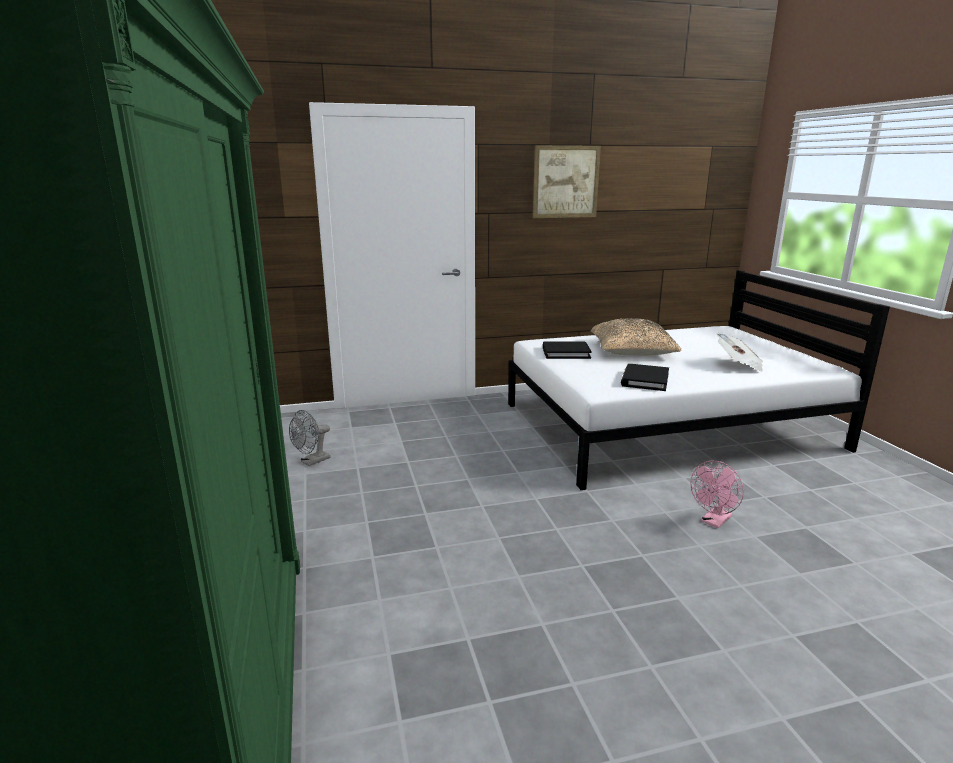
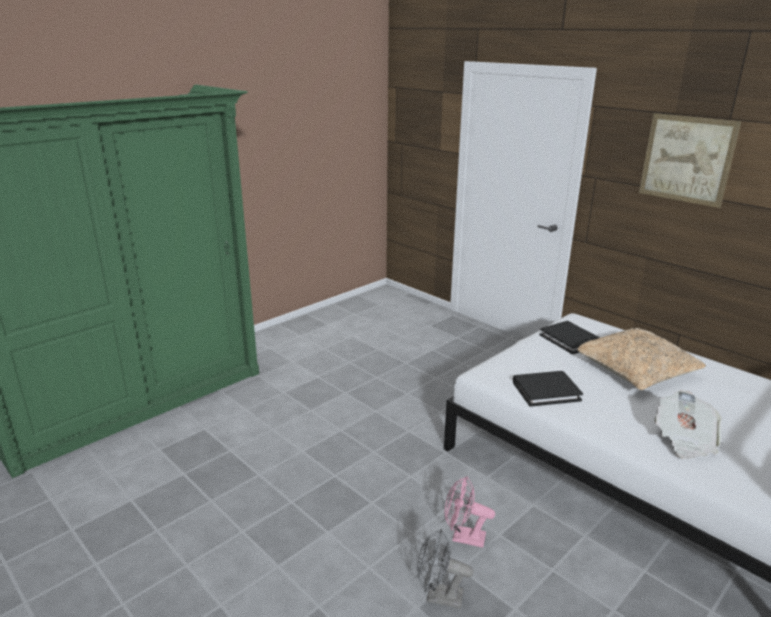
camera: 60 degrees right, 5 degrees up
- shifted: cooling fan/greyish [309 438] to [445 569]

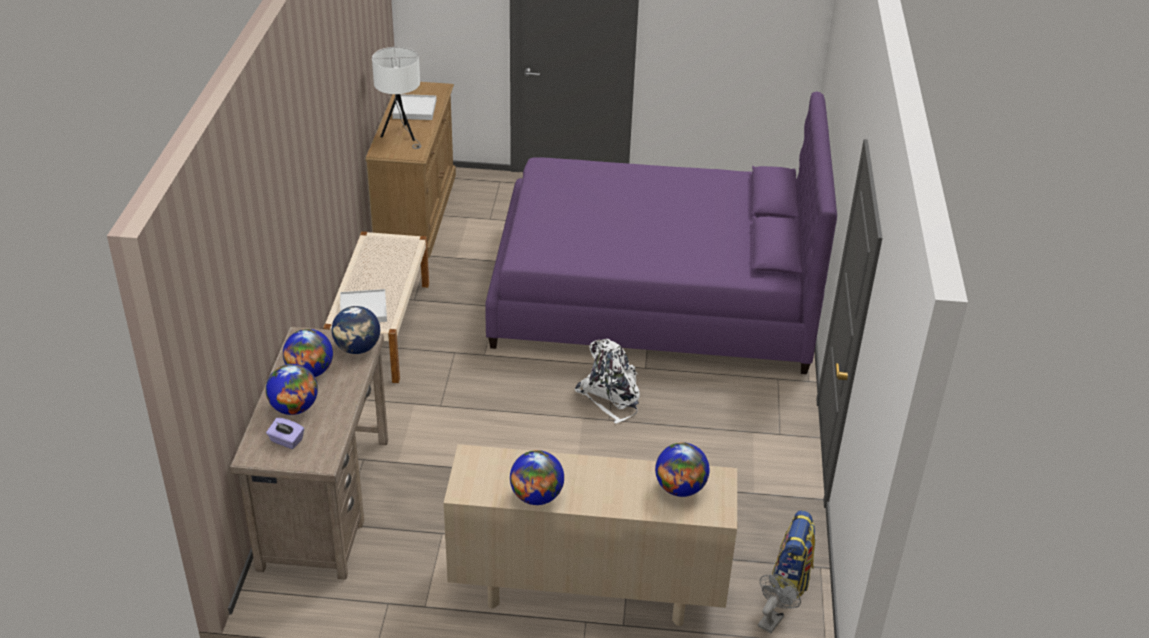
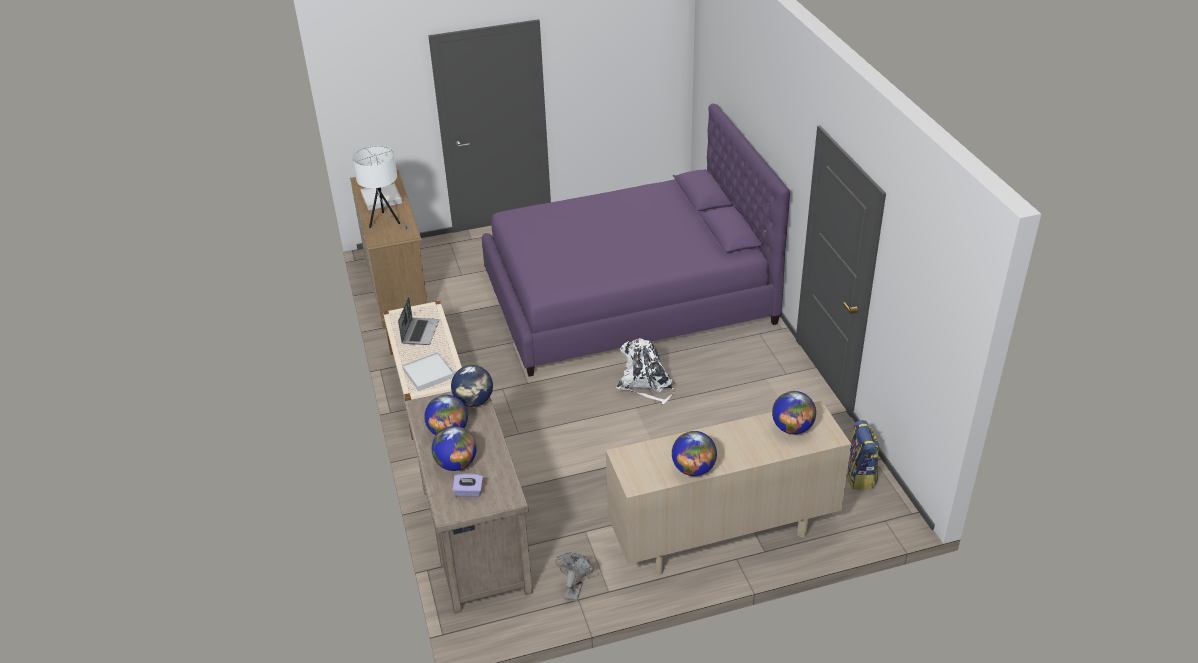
camera: 20 degrees left, 0 degrees up
- new: notebook computer [418 321]
- shifted: cooling fan/greyish [779 604] to [575 576]

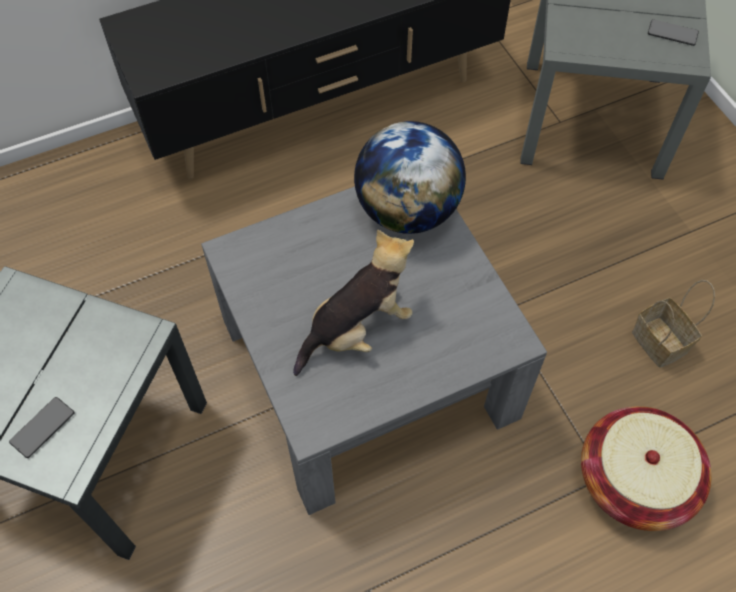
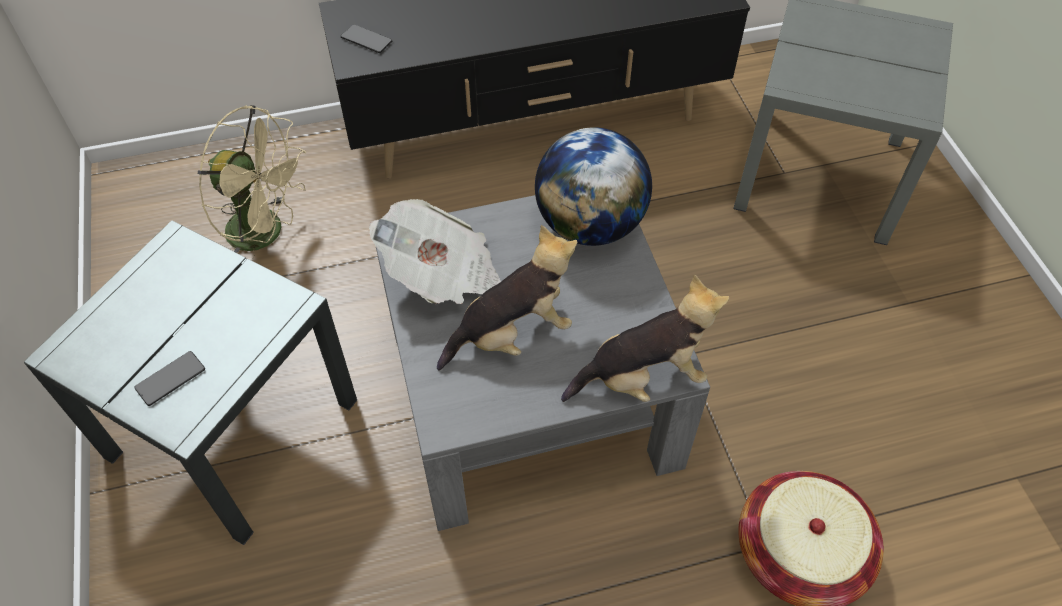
camera: 10 degrees right, 5 degrees down
- new: cooling fan/sand-coloured [252 181]
- shifted: phone [673 32] to [366 38]
- new: printed paper [435 251]
- new: plush toy [645 338]
- gone: basket [673 324]

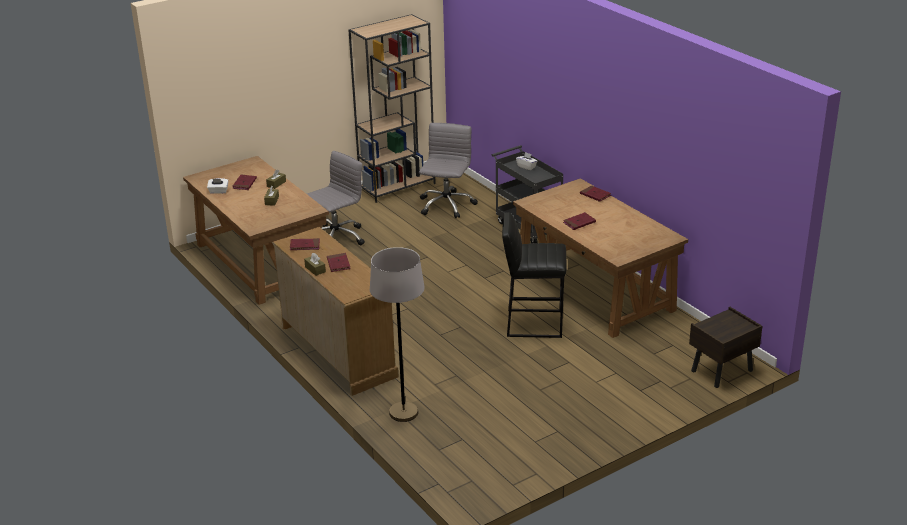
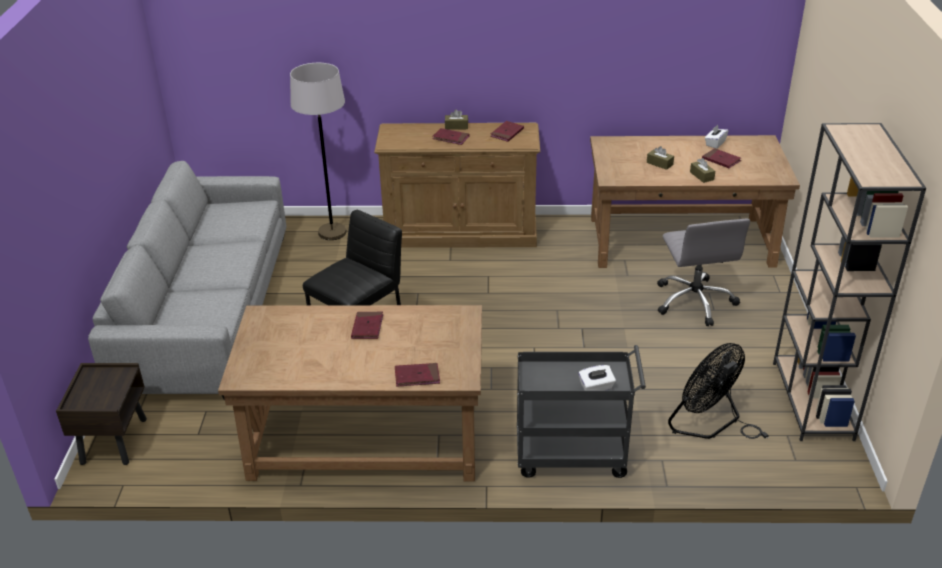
camera: 125 degrees right, 5 degrees up
- new: settee/greyish [187 280]
- swapped: office chair/greyish [448 170] to cooling fan/black [718 391]

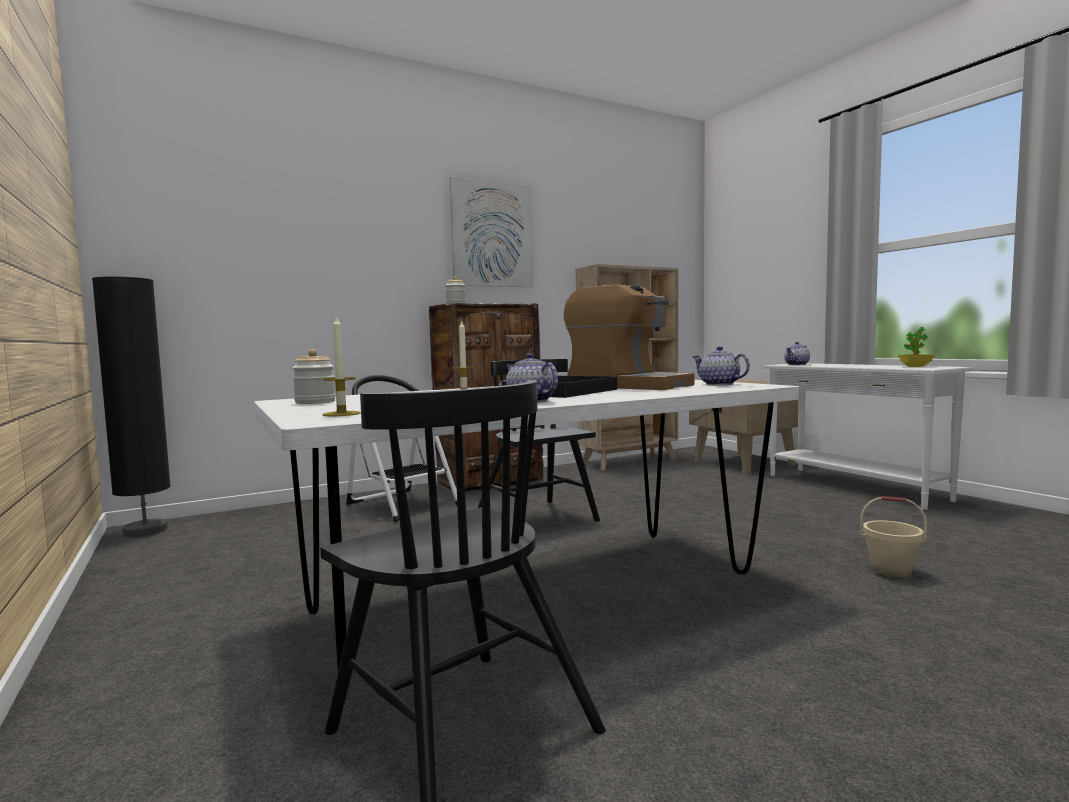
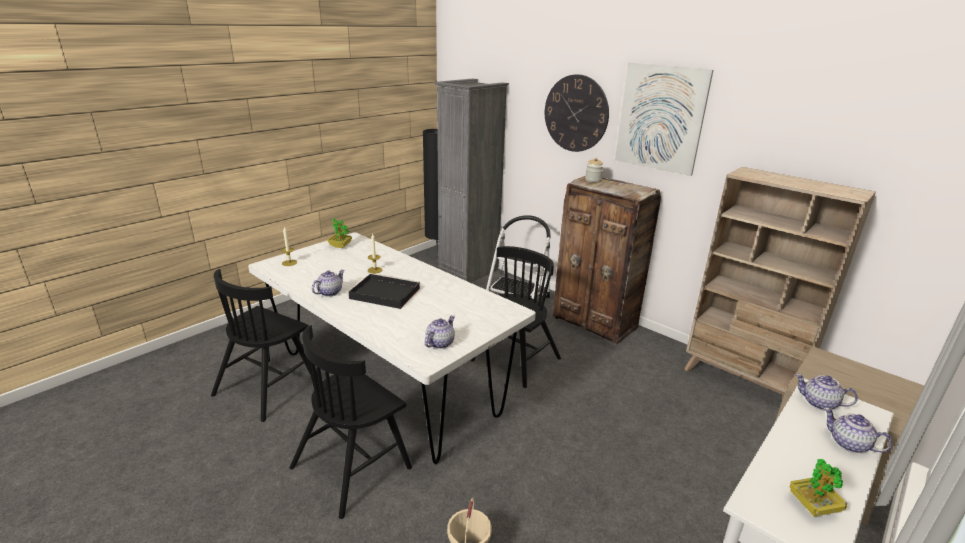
camera: 70 degrees right, 20 degrees up
- new: upright chair/black [350 422]
- swapped: jar [314 376] to plant in a pot [340 233]
- new: storage cabinet/greyish [471 181]
- new: hanging clock [577 113]
- new: pot for tea [858 430]
- gone: coffee maker [629 337]

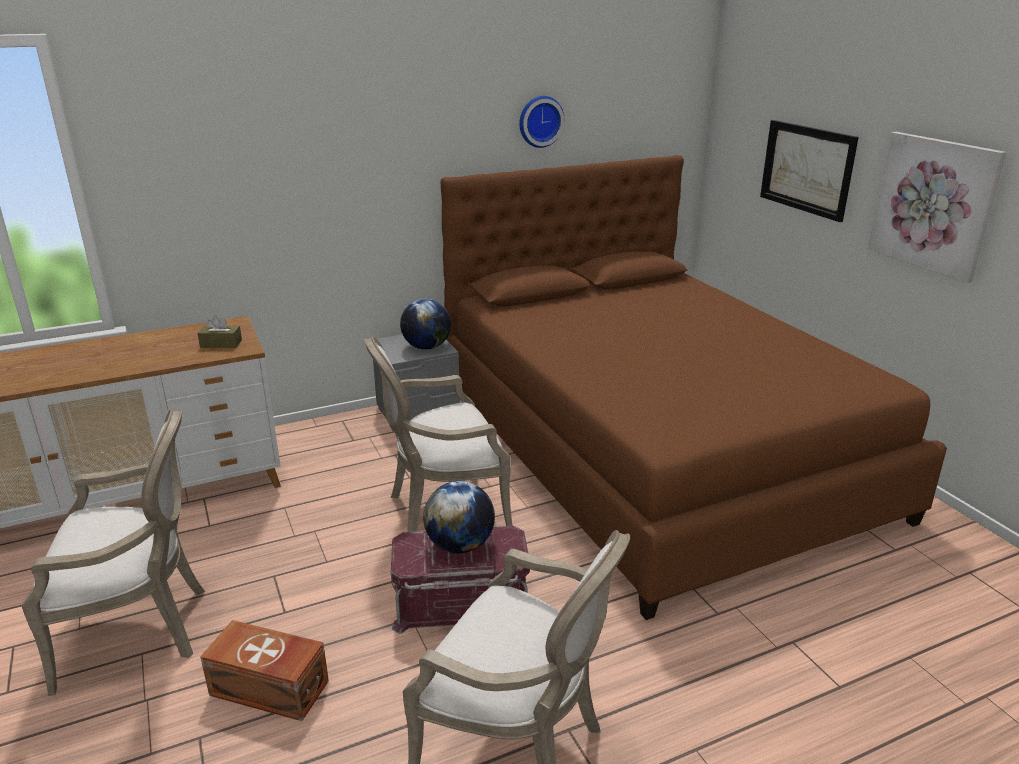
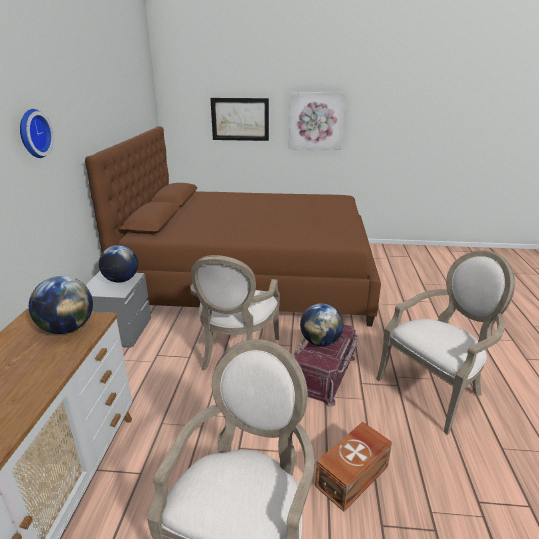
camera: 60 degrees left, 0 degrees up
- shifted: hanging clock [541 122] to [37 133]
- swapped: tissue box/brown-coloured [219 331] to world globe [61 305]

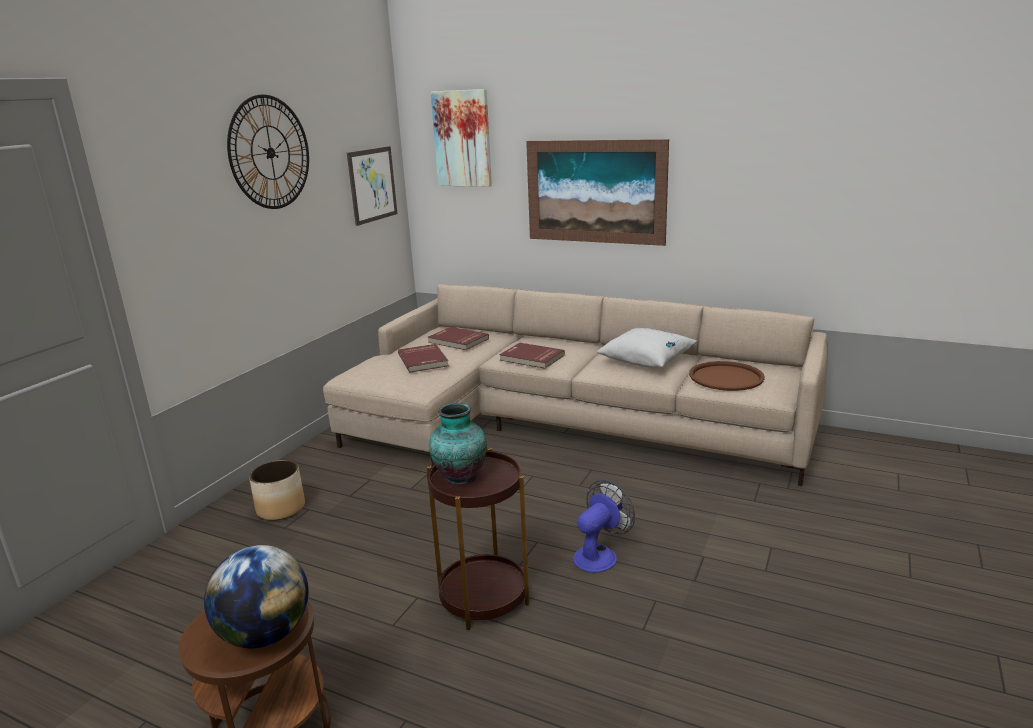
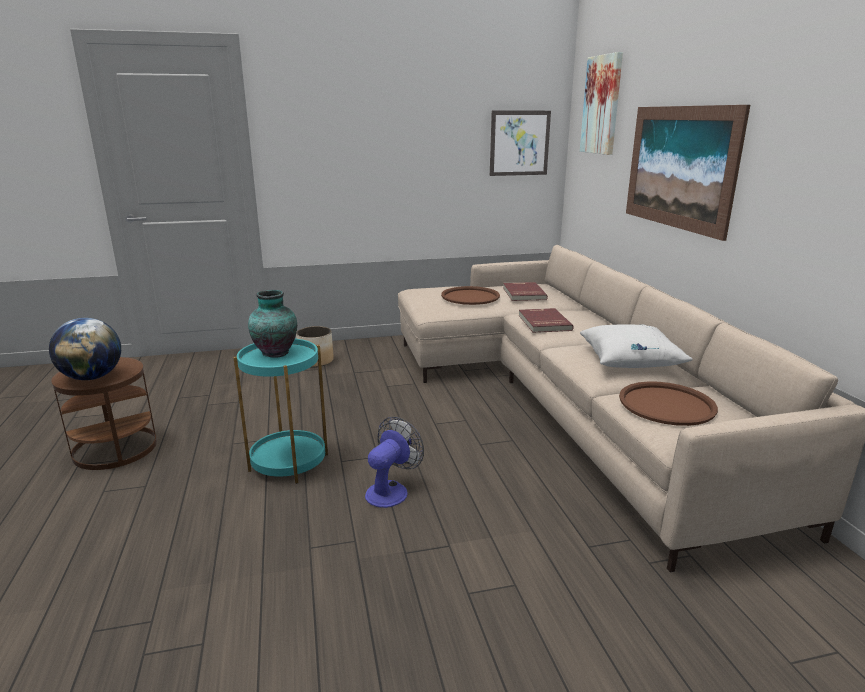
camera: 50 degrees right, 0 degrees up
- repainted: end table/brown-coloured [478 539] to end table/turquoise [280 411]
- rotated: cooling fan [604 526] = [394 462] 60 degrees counterclockwise
- swapped: book/red-coloured [423 358] to serving tray/brown-coloured [470 295]
- gone: hanging clock [268 152]

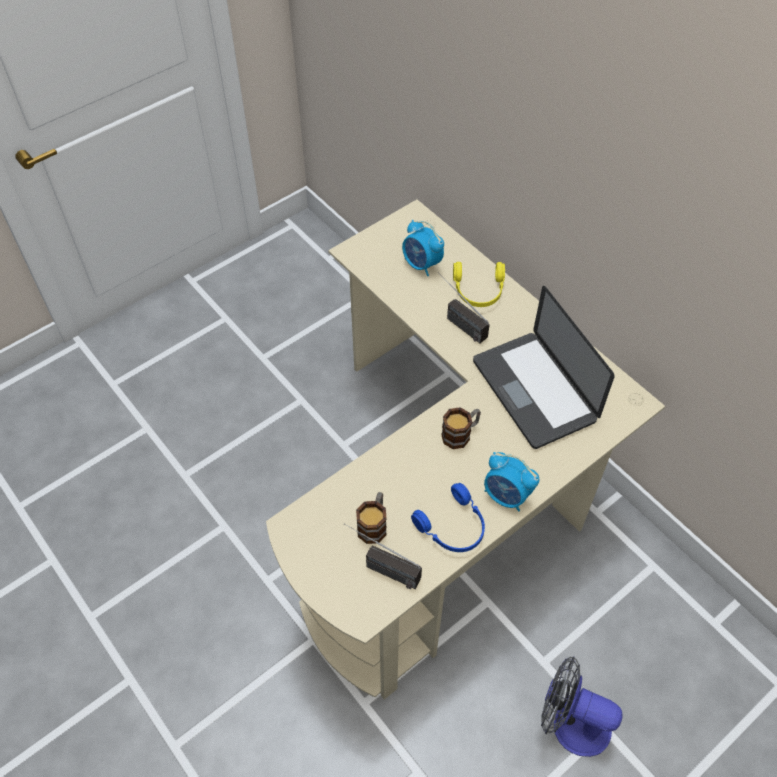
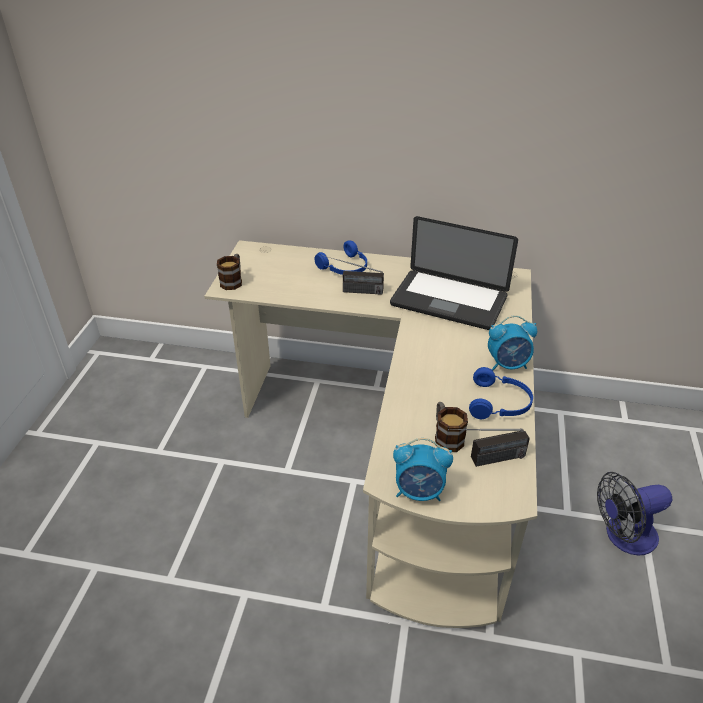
camera: 40 degrees left, 15 degrees down
- shifted: tea mug [461 428] to [229 272]
- repainted: headphones/yellow-coloured [479 284] to headphones/bluish [340 257]
- shifted: alarm clock [423 248] to [423 469]

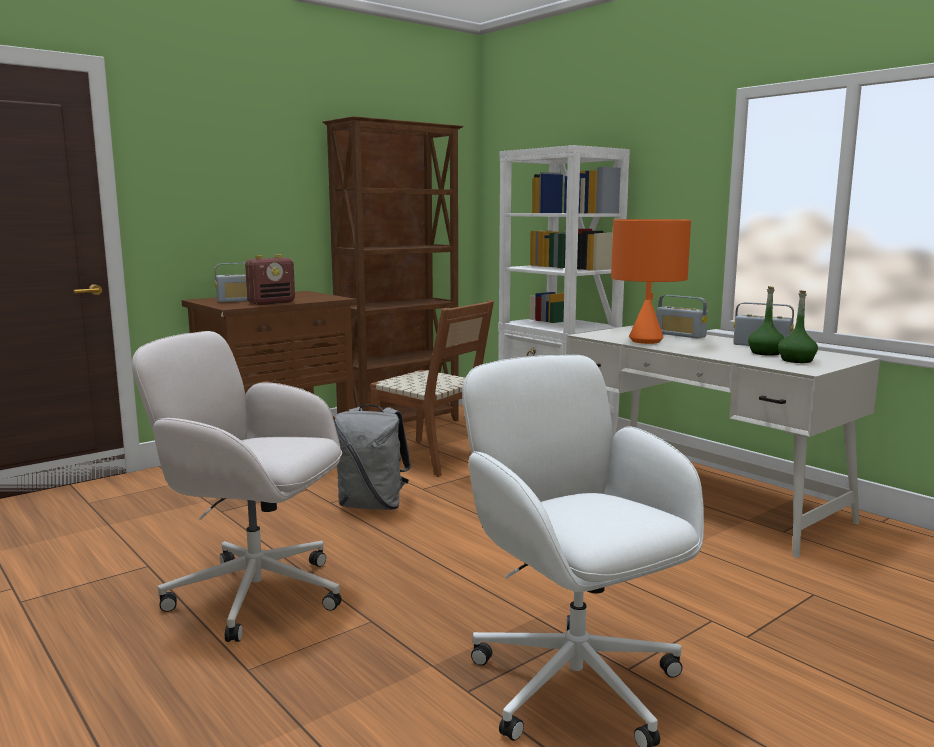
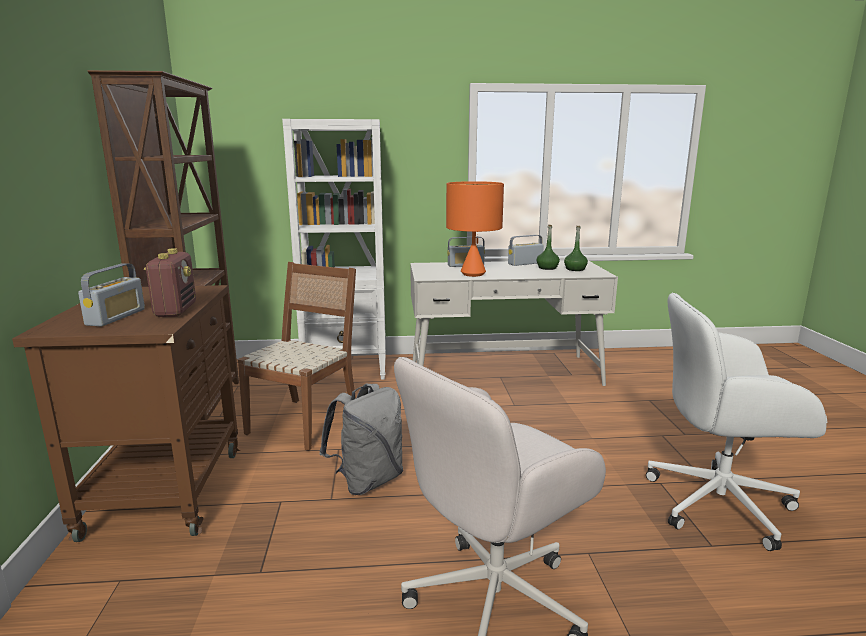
camera: 55 degrees left, 5 degrees up
- rotated: upright chair [432 388] = [297 356] 45 degrees counterclockwise

